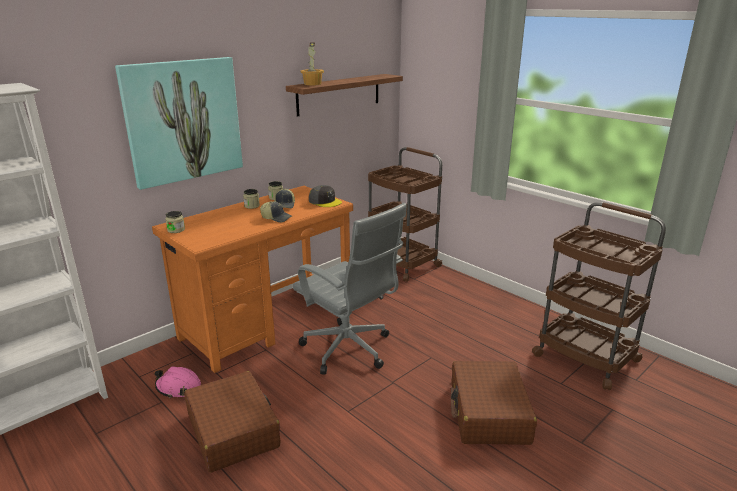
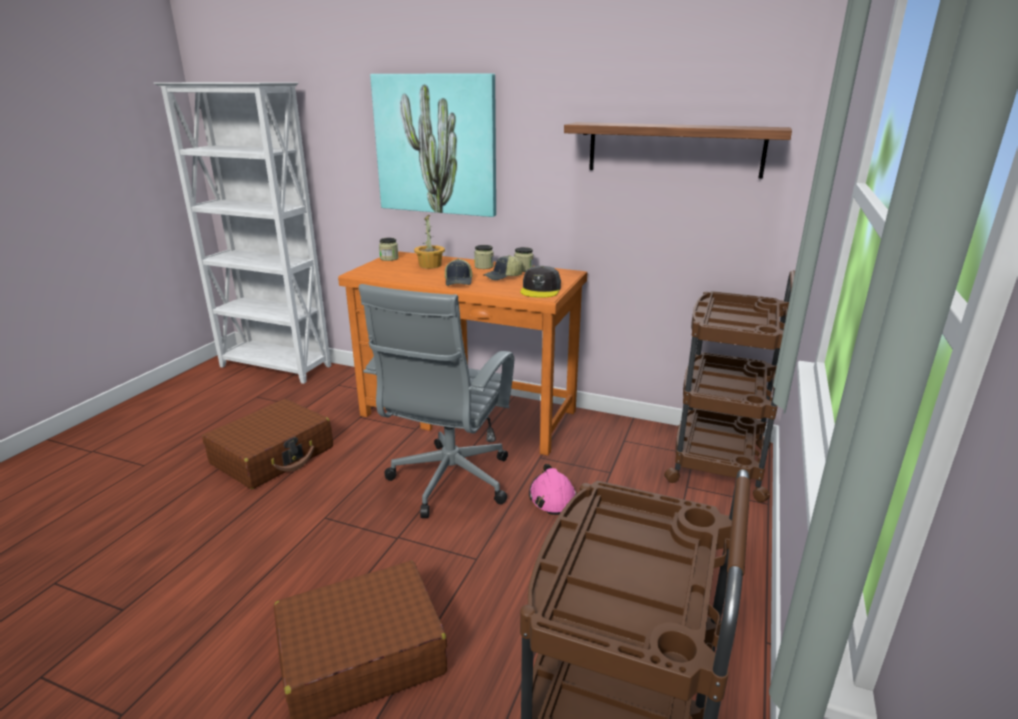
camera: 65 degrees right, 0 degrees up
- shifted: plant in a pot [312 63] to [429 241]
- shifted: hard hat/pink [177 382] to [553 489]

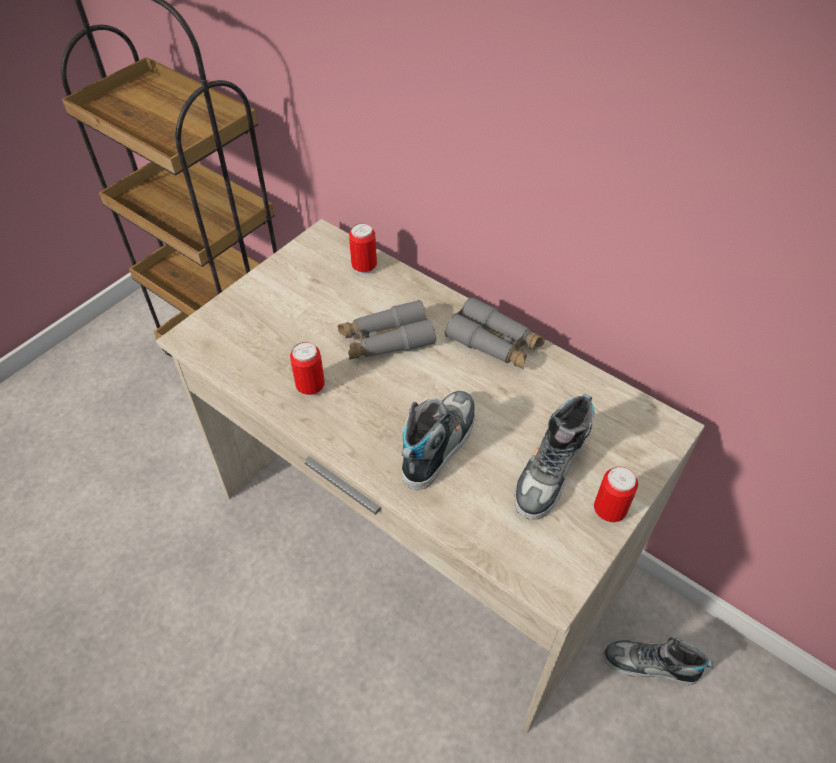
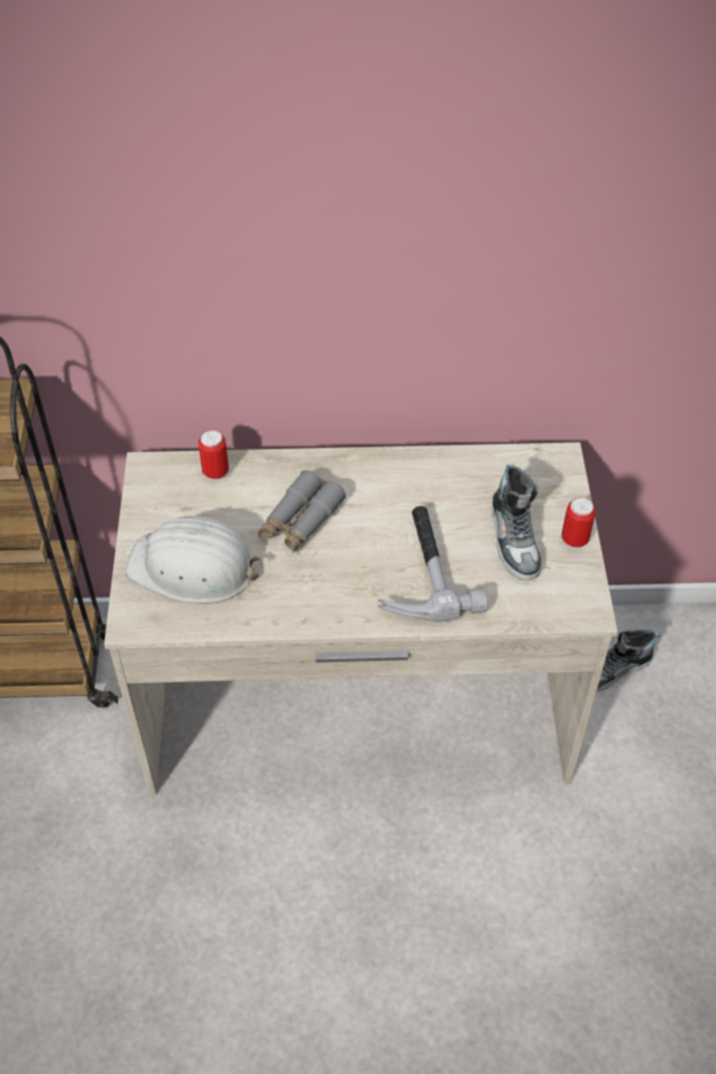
camera: 40 degrees left, 0 degrees up
- new: hard hat/white [194 560]
- swapped: low shoe [438 440] to hammer [433 564]
- gone: can [307 369]
- gone: field glasses/greyish [494 333]

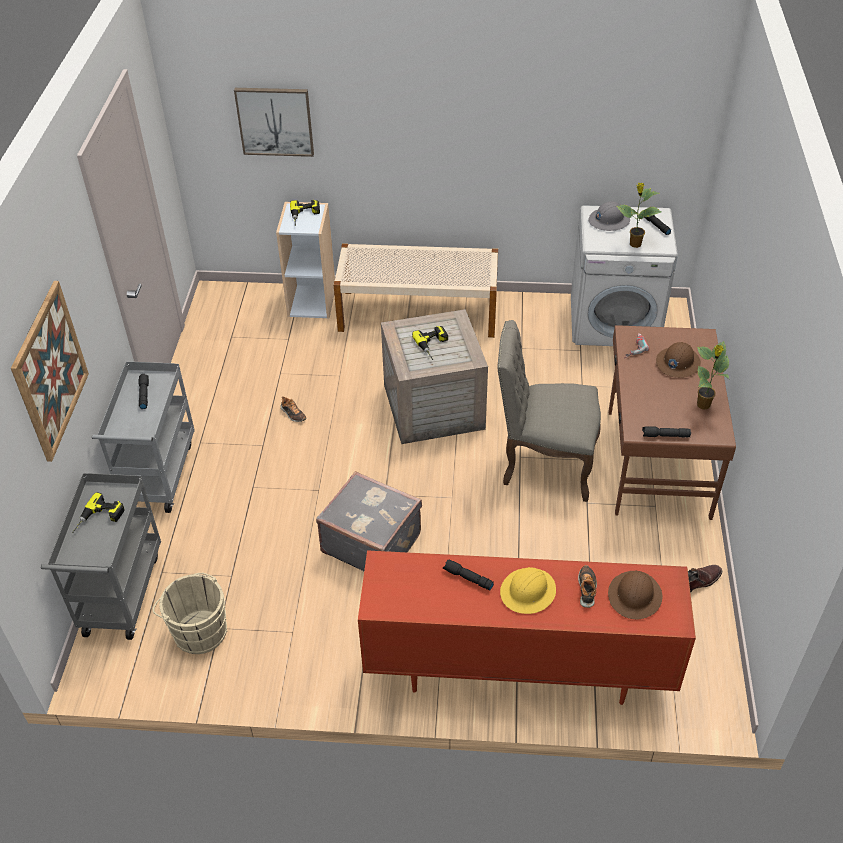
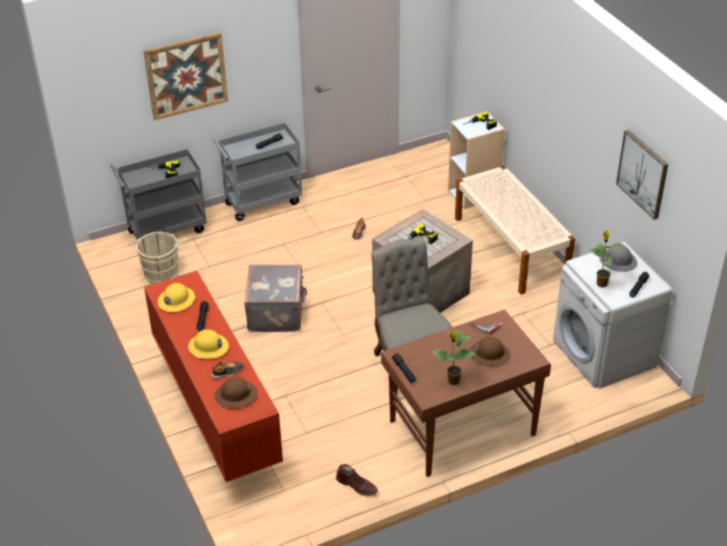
camera: 60 degrees right, 5 degrees down
- new: hard hat/yellow-coloured [176 297]
- shifted: wall picture [274 122] to [642 175]

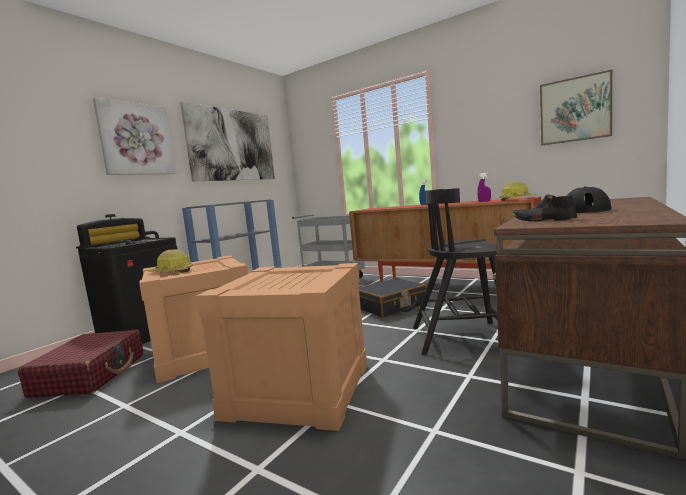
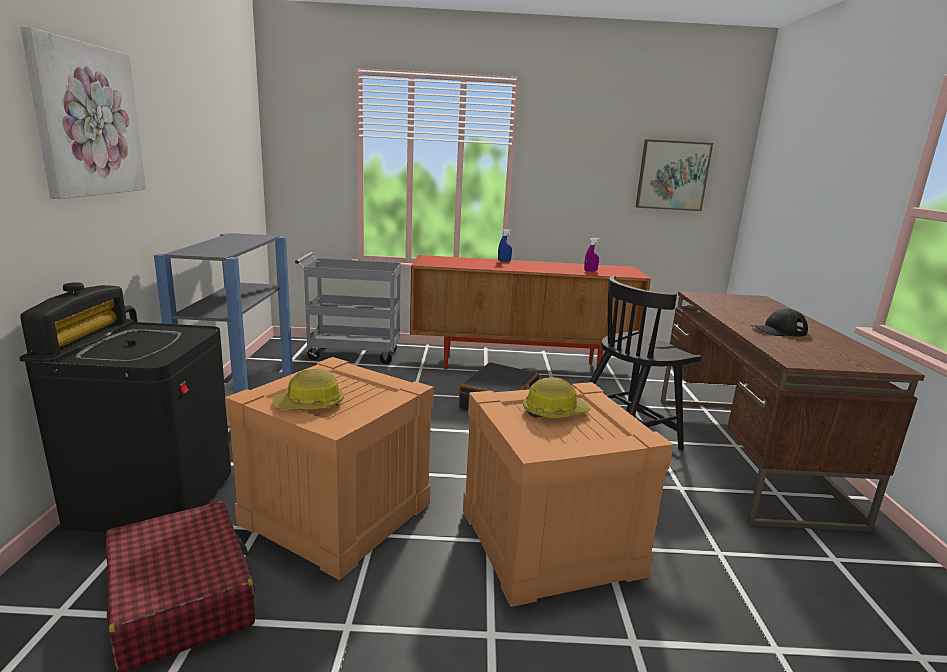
camera: 35 degrees left, 10 degrees up
- shifted: hard hat [517 191] to [557 397]
- gone: wall picture [227 142]
- gone: low shoe/black [545 207]

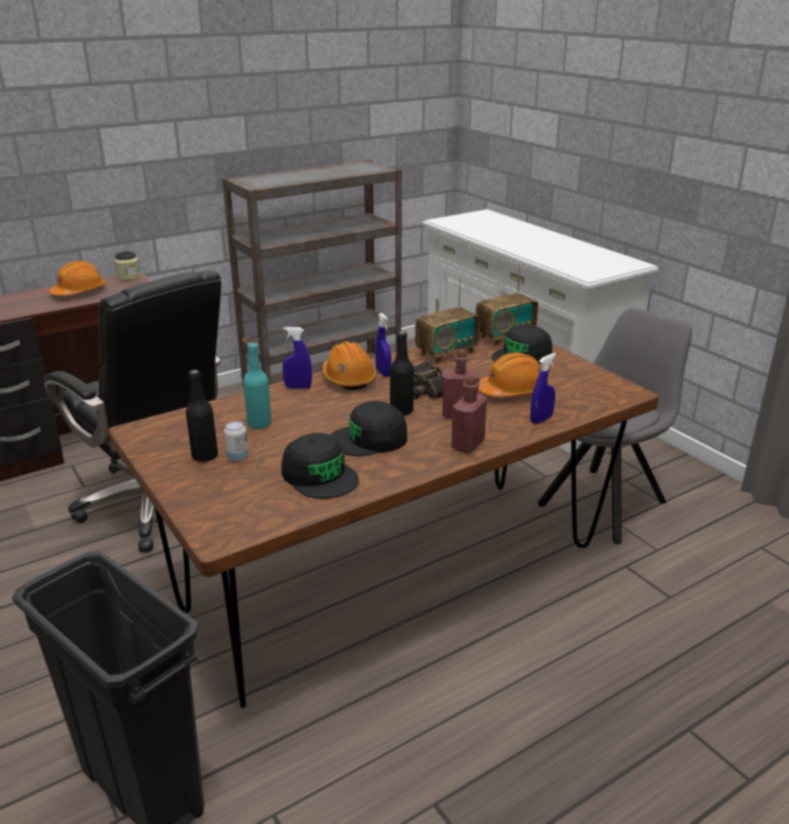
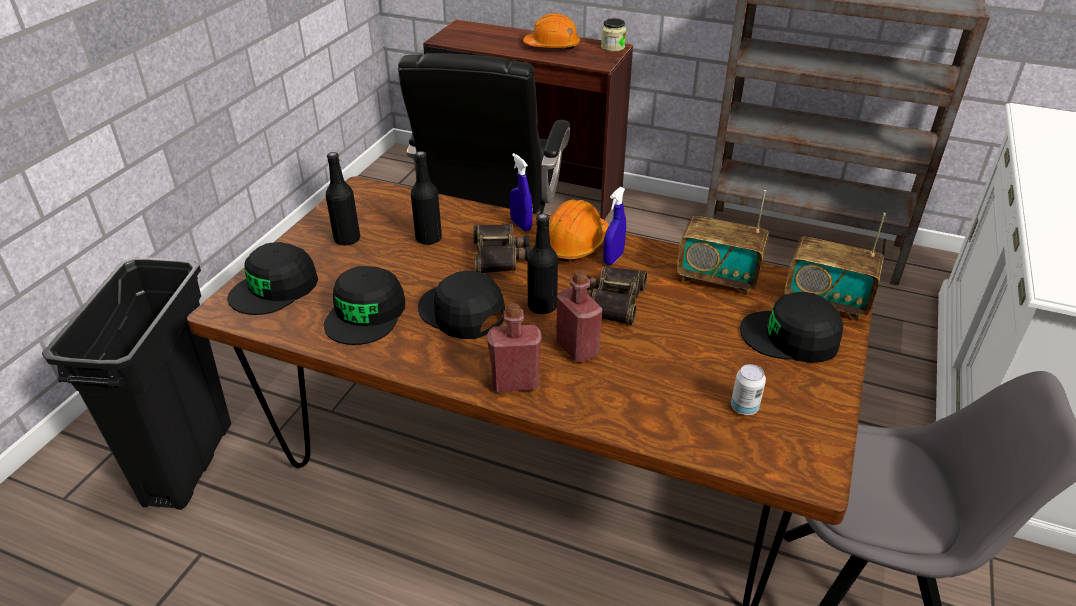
camera: 55 degrees right, 10 degrees up
- new: baseball cap/black [272 278]
- repainted: bottle/turquoise [257 385] to bottle/black [426 198]
- new: field glasses [502 248]
- shifted: can [236 441] to [748 389]
- gone: hard hat/orange [509 374]
- gone: sprayer/bluish [543 388]

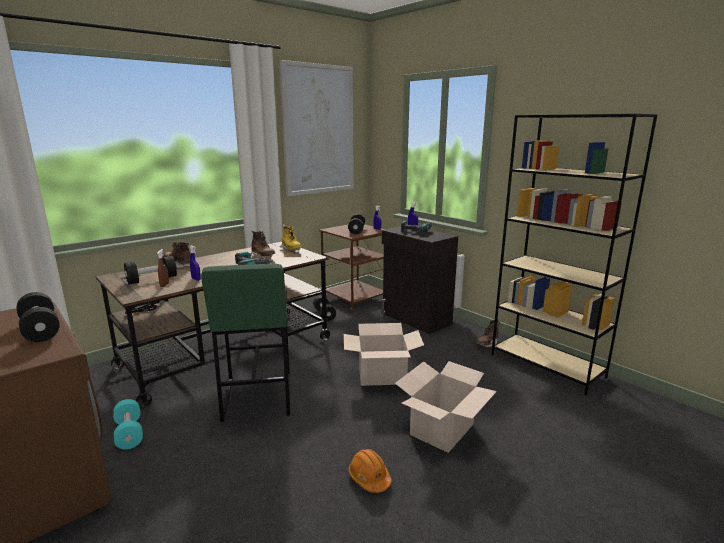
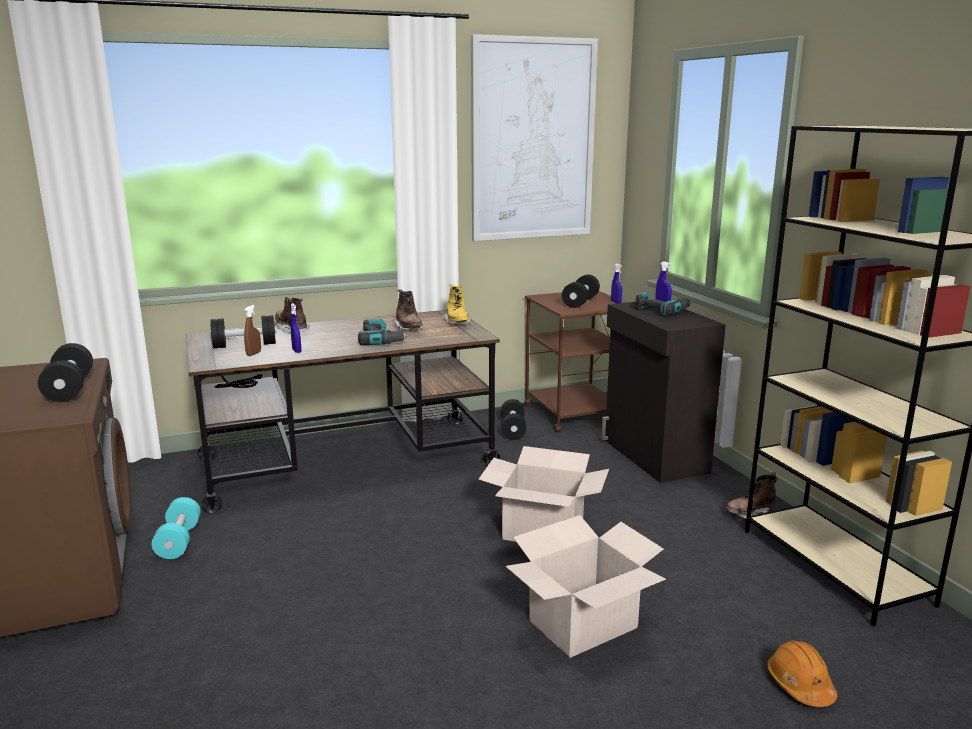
camera: 20 degrees right, 0 degrees up
- shifted: hard hat/orange [370 471] to [802 673]
- gone: stool seat/green [245 343]

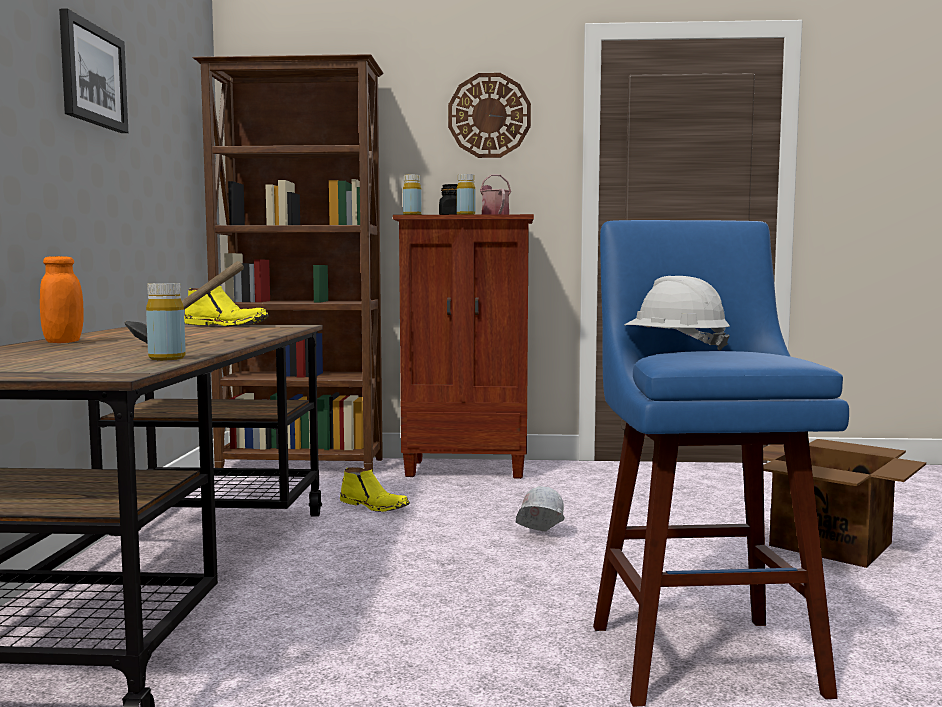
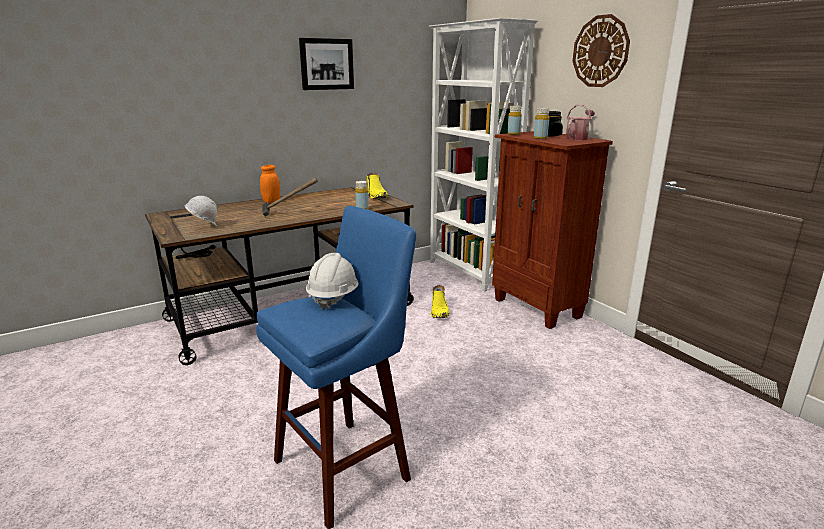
camera: 55 degrees right, 15 degrees up
- shifted: hard hat/white [540 509] to [201 211]
- shifted: bottle/yellow-coloured [166 321] to [362 195]
- repainted: shelving unit/brown-coloured [288 263] to shelving unit/white [483 154]
- gone: carton [844 503]

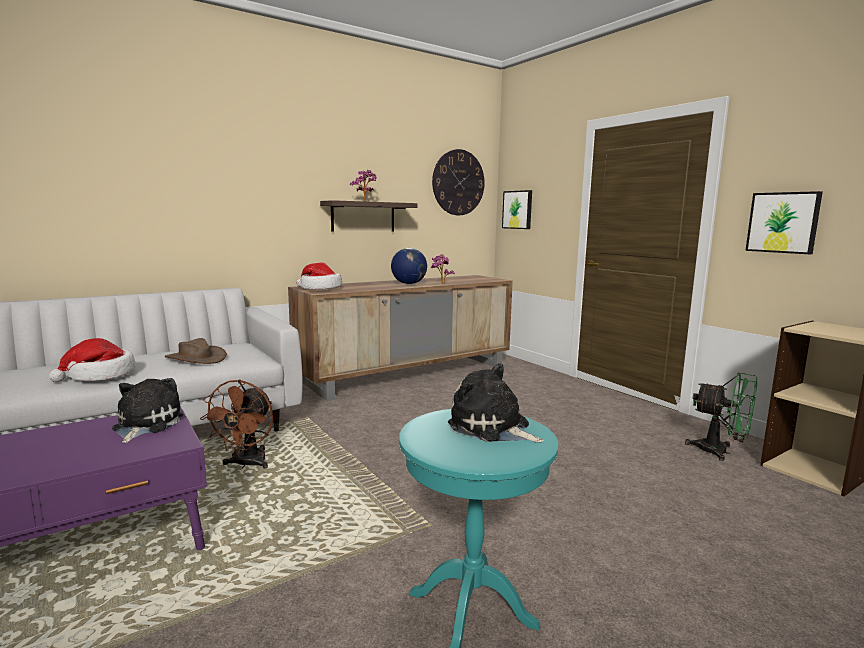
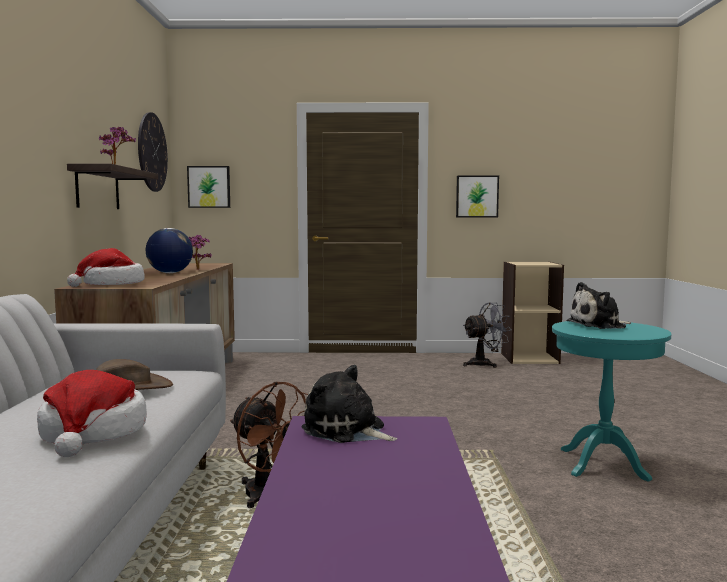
camera: 55 degrees left, 5 degrees down
- repainted: cooling fan/green [721 417] to cooling fan/greyish [487 335]

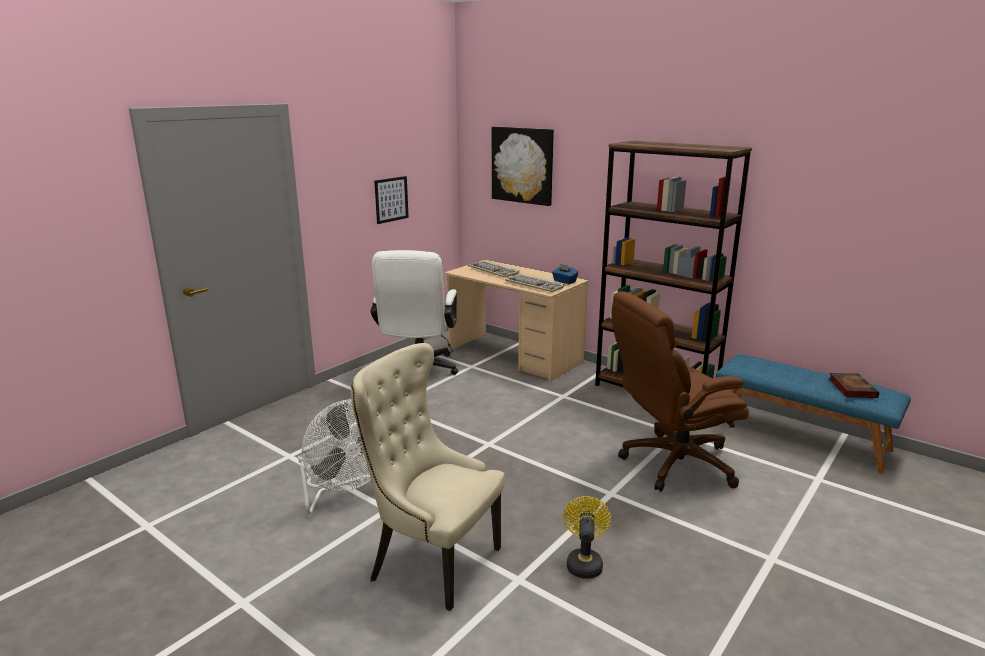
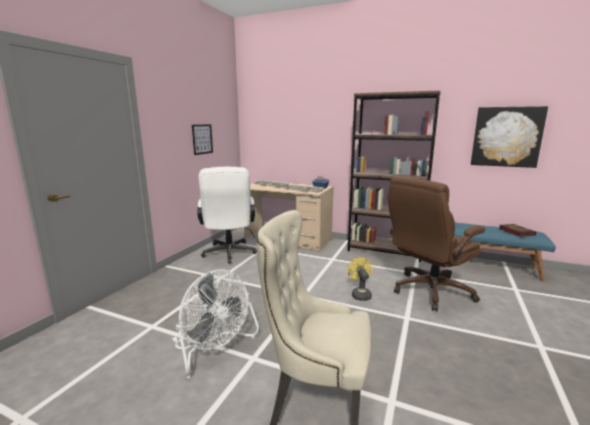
camera: 15 degrees left, 5 degrees down
- shifted: cooling fan/yellow-coloured [587 537] to [360 279]
- shifted: wall picture [523 166] to [509 137]

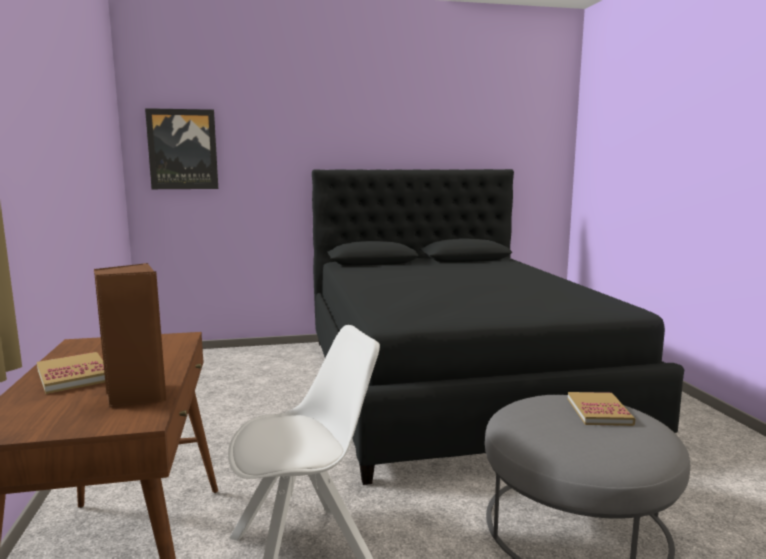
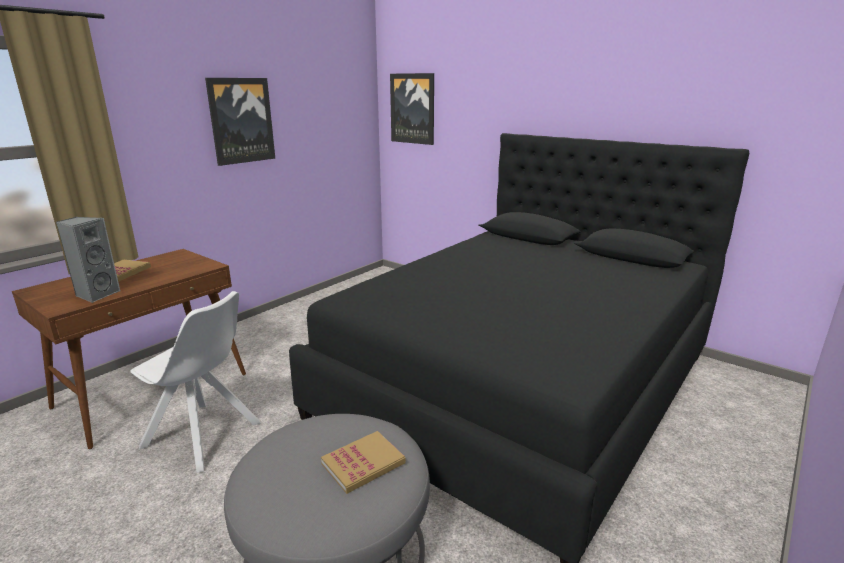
camera: 50 degrees right, 10 degrees up
- repainted: speaker/brown-coloured [130 335] to speaker/greyish [88 260]
- new: wall picture [240 122]

